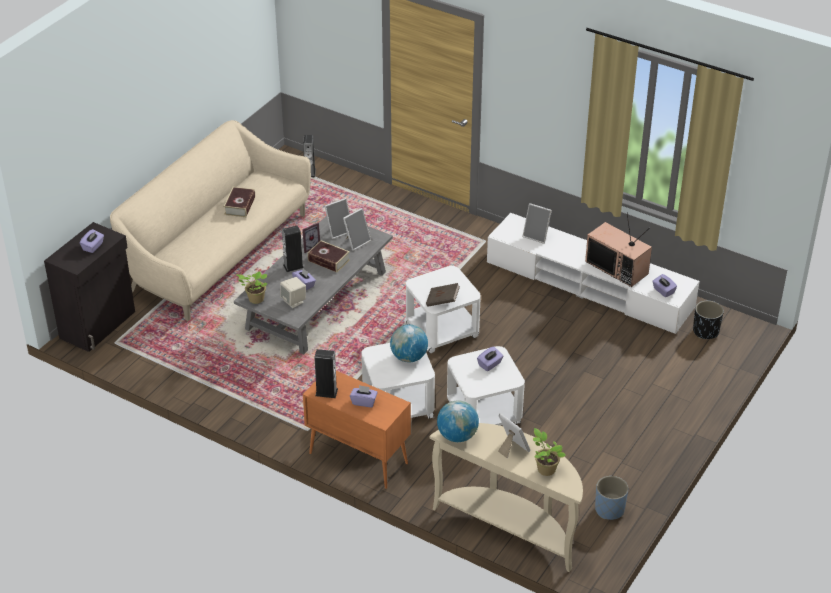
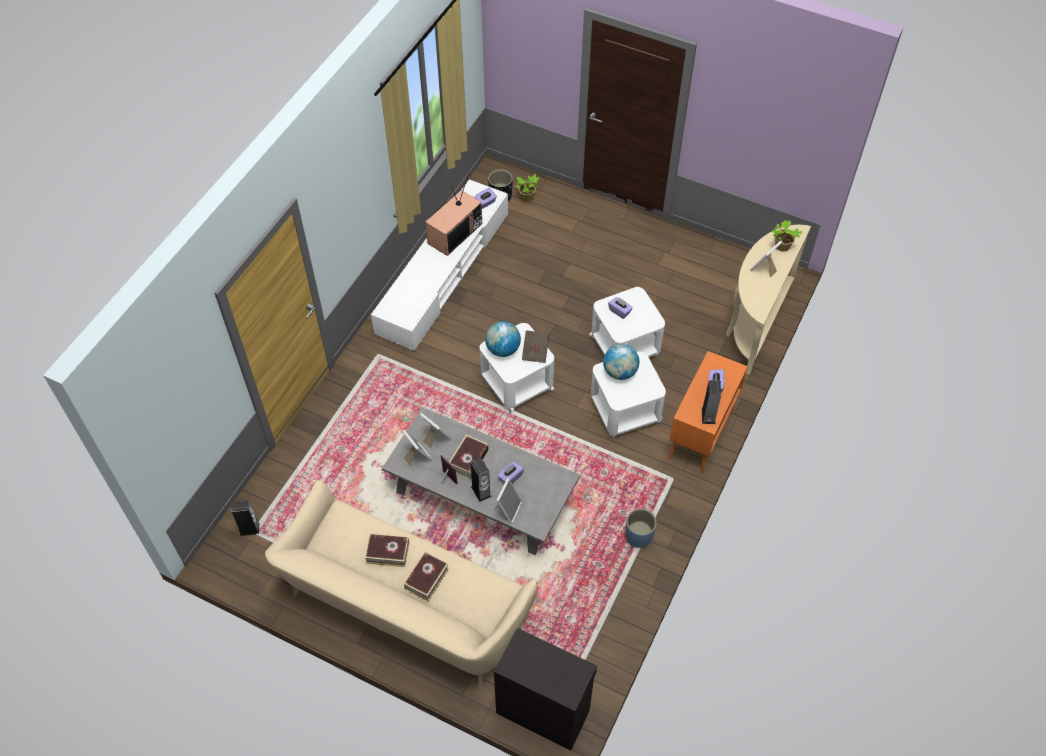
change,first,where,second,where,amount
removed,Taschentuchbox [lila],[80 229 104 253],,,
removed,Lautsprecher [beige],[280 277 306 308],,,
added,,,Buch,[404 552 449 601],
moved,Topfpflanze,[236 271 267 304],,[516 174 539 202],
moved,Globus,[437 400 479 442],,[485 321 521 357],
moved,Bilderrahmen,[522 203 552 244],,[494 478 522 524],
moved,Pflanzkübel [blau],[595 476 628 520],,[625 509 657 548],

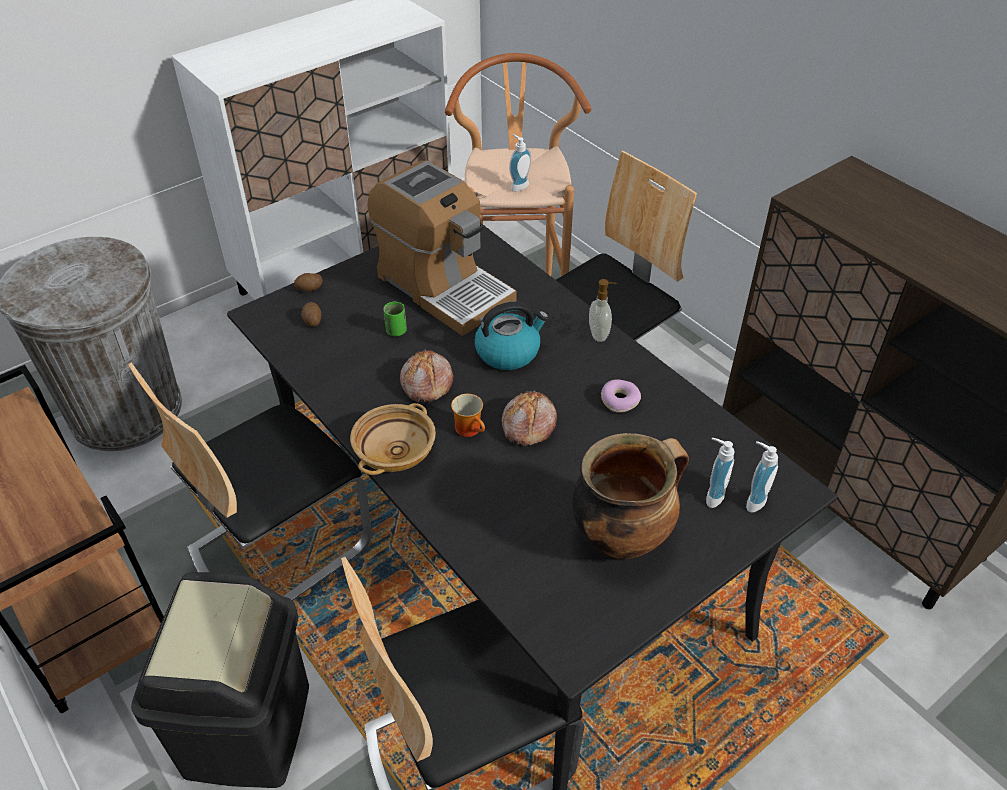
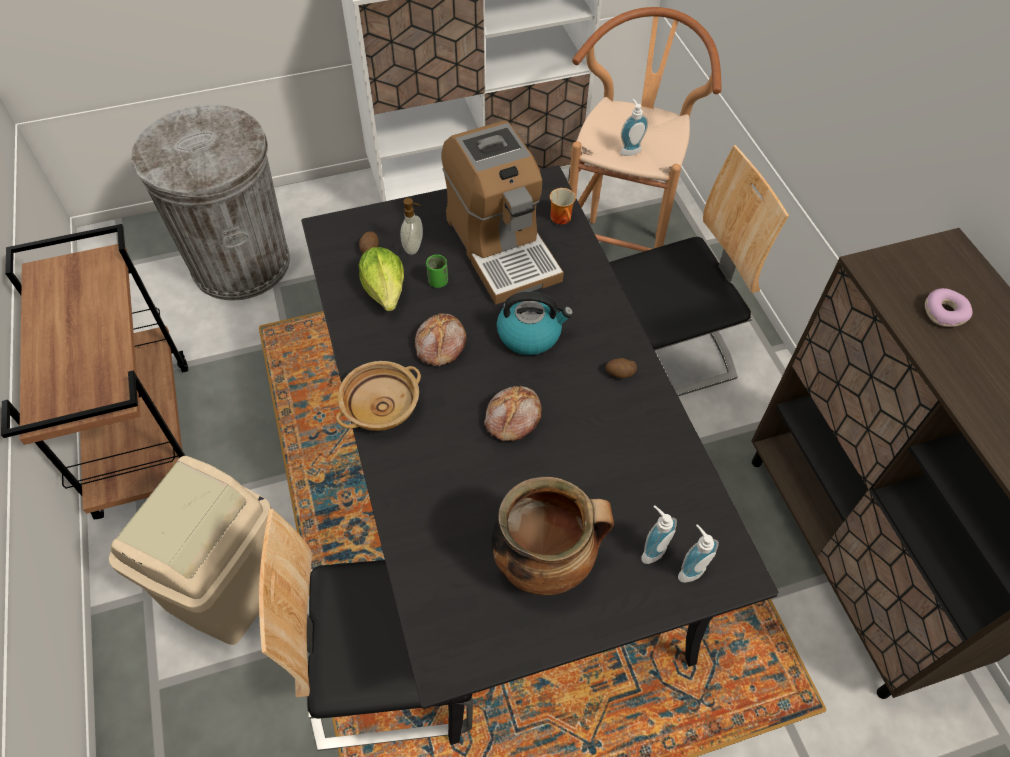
change,first,where,second,where,amount
removed,Stuhl,[128 363 372 601],,,
added,,,Salatkopf,[359 247 404 311],
moved,Kartoffel,[294 273 323 292],,[605 358 637 378],
moved,Henkelbecher,[451 394 485 437],,[550 188 576 224],
moved,Seifenspender,[589 279 617 342],,[400 198 423 255],
moved,Donut,[601 379 641 413],,[925 288 972 327],
recoloured,Mülleimer [schwarz],[131 572 309 788],Mülleimer [beige],[109 456 272 645],

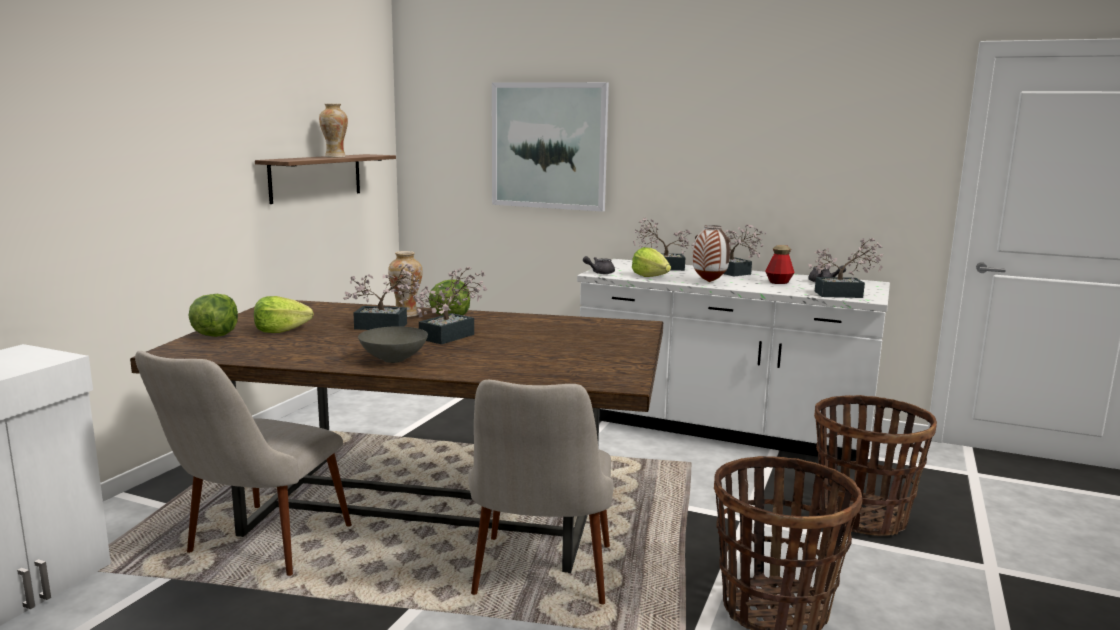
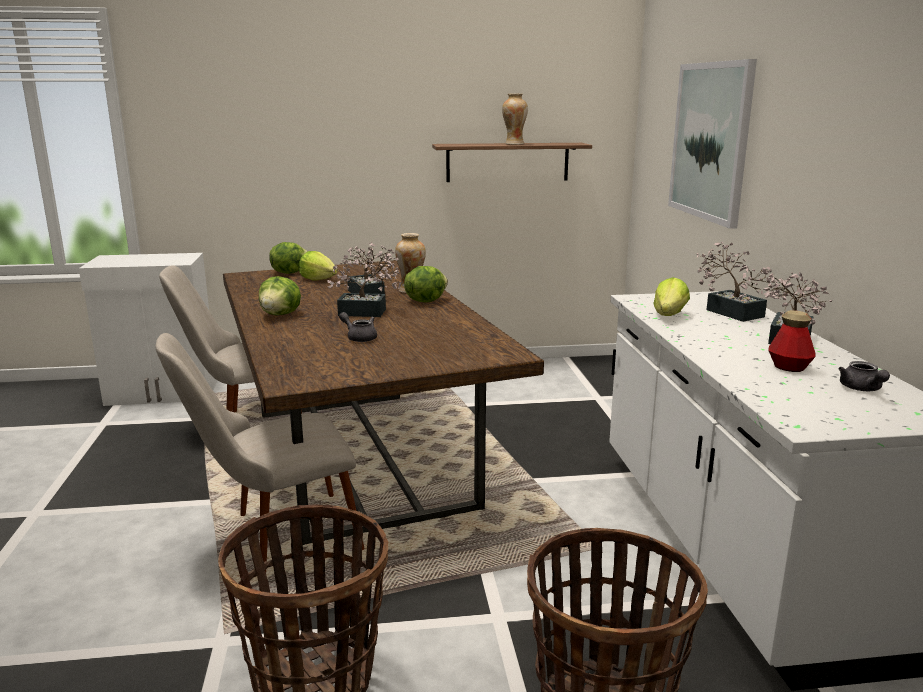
change,first,where,second,where,amount
removed,Vase,[693 225 730 282],,,
removed,Topfpflanze,[808 238 884 298],,,
moved,Teekanne [grau],[583 256 615 274],,[339 312 377 342],
replaced,Schüssel [grau],[358 326 428 363],Salatkopf,[259 276 301 315],

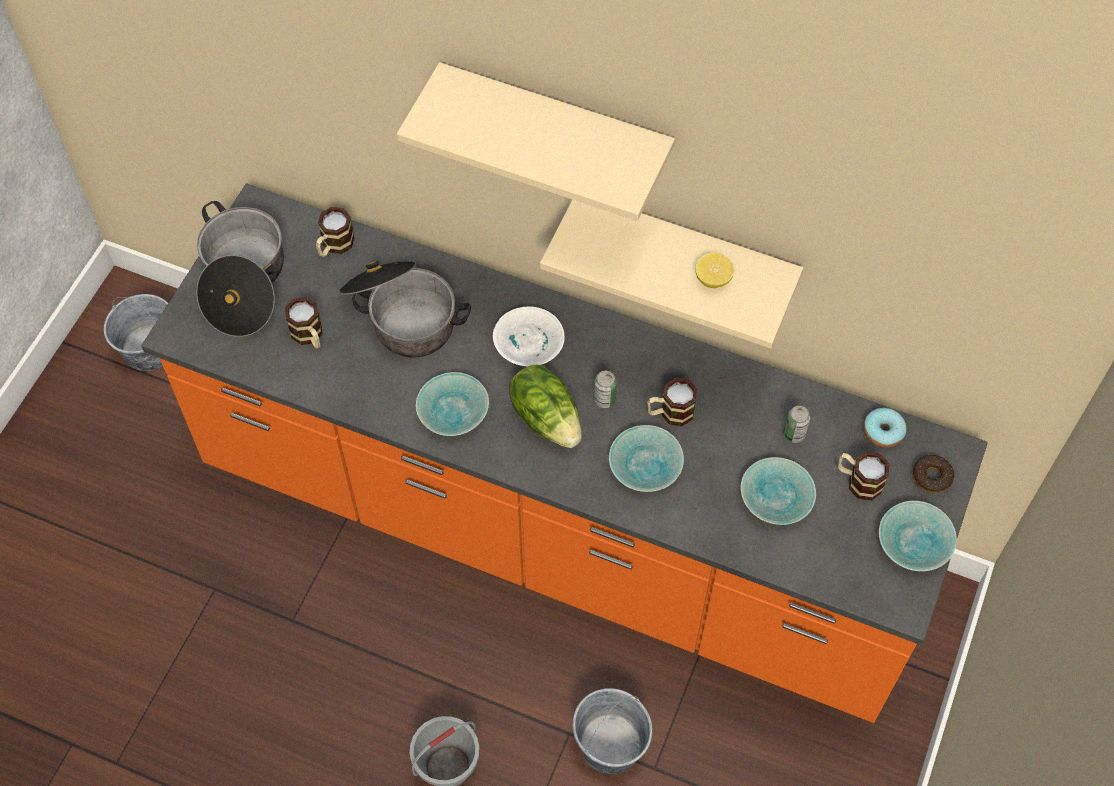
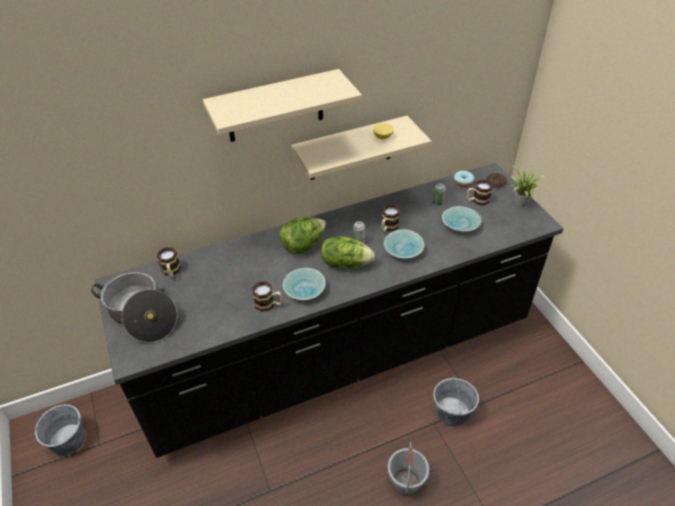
change,first,where,second,where,amount
removed,Kochtopf,[339 261 471 358],,,
moved,Henkelbecher,[285 297 322 349],,[252 281 282 312],
replaced,Schüssel [weiß],[493 307 565 366],Salatkopf,[279 217 326 254],
replaced,Schüssel [türkis],[879 501 957 571],Topfpflanze,[510 166 546 207],
recoloured,Küchenzeile [orange],[141 183 988 723],Küchenzeile [schwarz],[95 163 564 458],

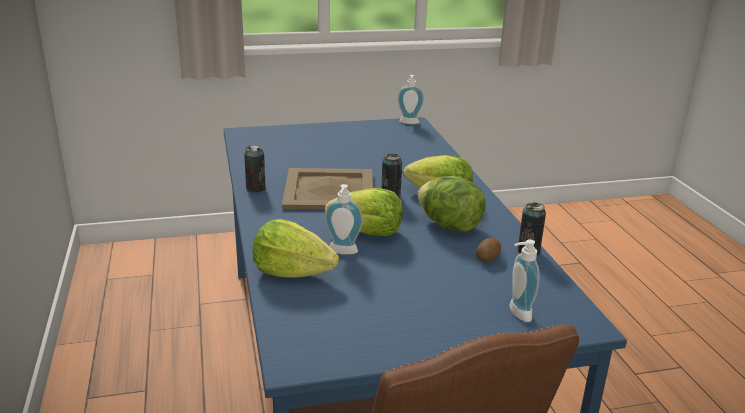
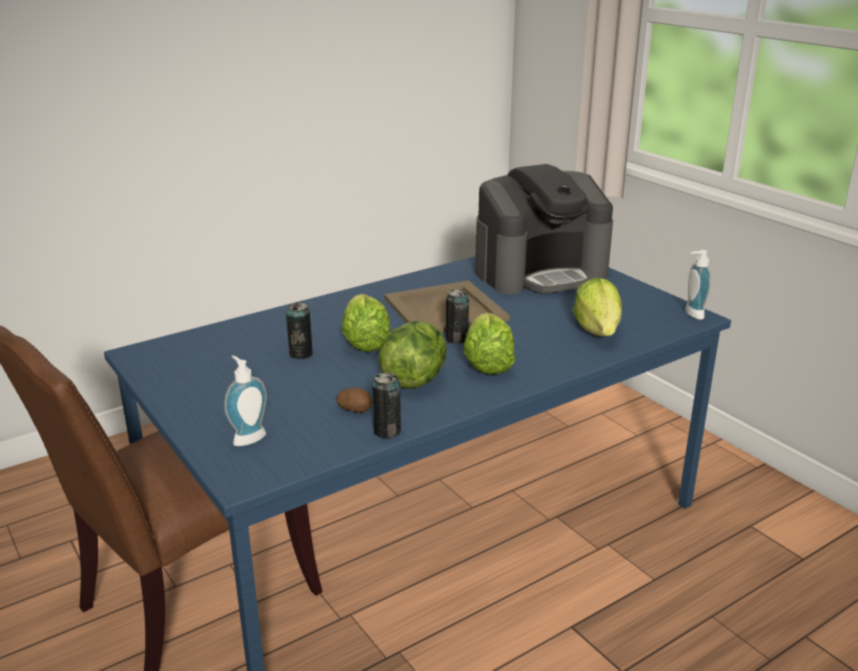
change,first,where,second,where,amount
removed,Seifenspender,[325 184 363 254],,,
added,,,Kaffeemaschine,[475 164 613 295],
moved,Dose,[244 145 266 193],,[286 302 313 359],
moved,Salatkopf,[253 219 339 278],,[573 277 622 336],

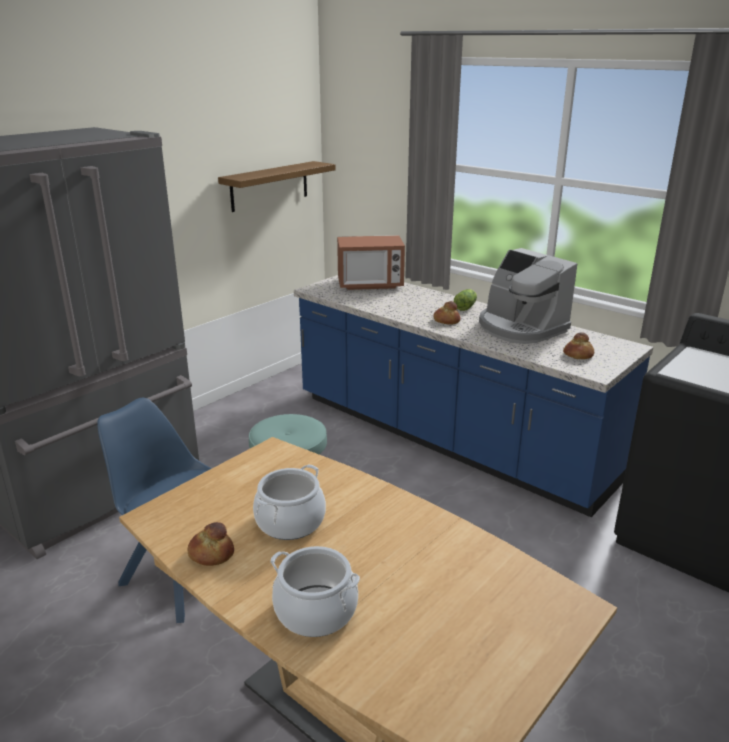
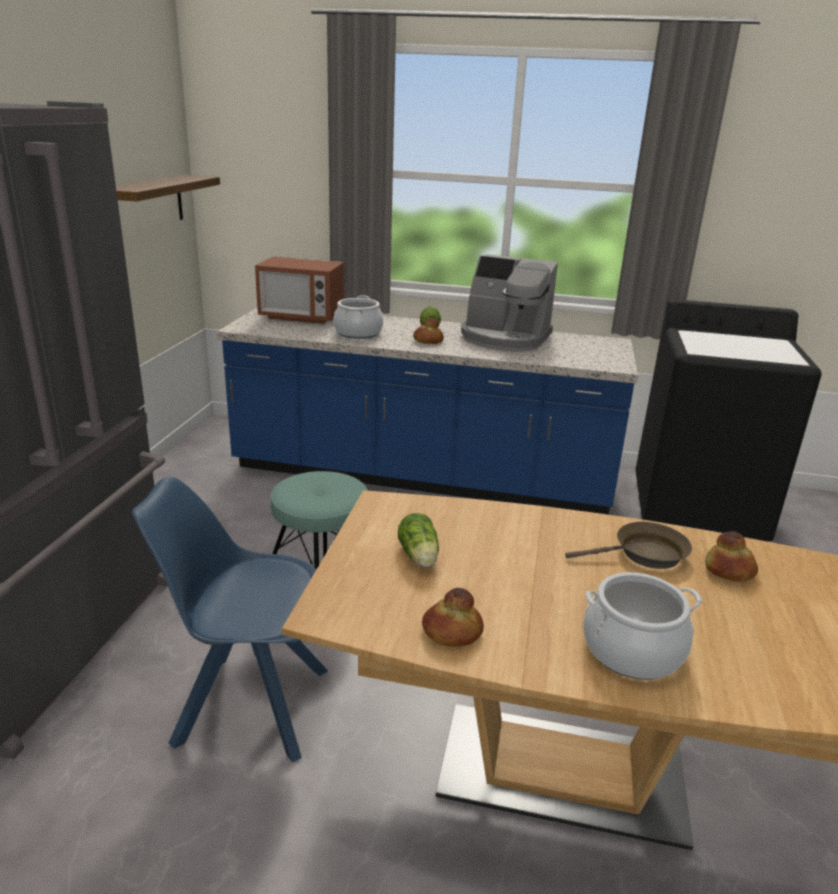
change,first,where,second,where,amount
added,,,Salatkopf,[398 513 439 567],
added,,,Pfanne [braun],[565 522 692 569],
moved,Kochtopf,[253 464 326 540],,[333 295 383 339],
moved,Brot,[563 332 594 359],,[705 531 758 582],
turned,Mikrowelle,[337 235 405 290],,[255 256 344 324],45 degrees clockwise

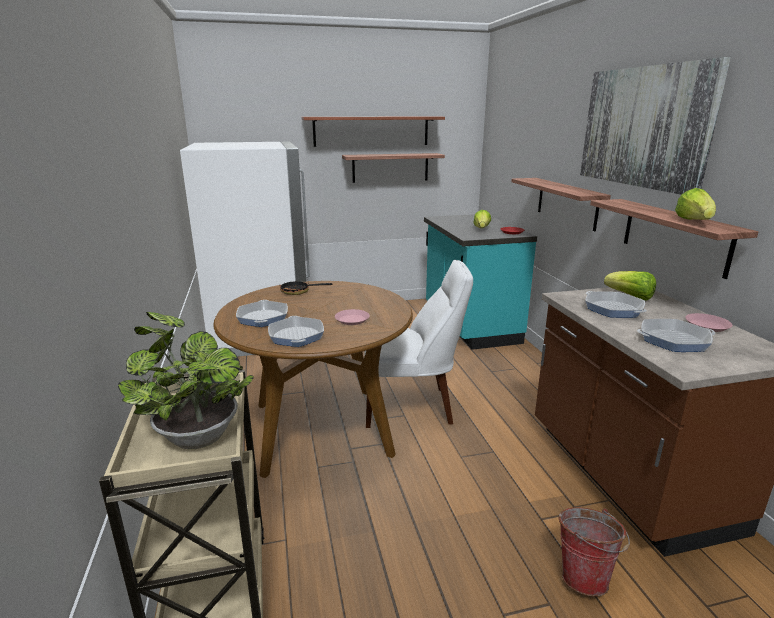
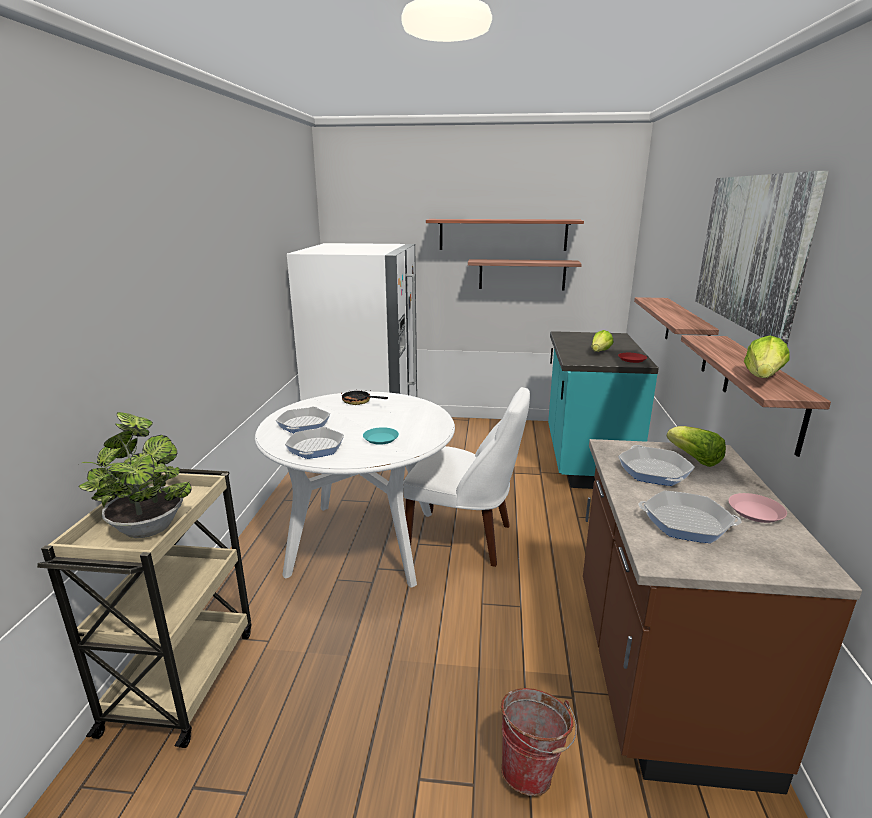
change,first,where,second,where,amount
recoloured,Esstisch [braun],[213 281 413 478],Esstisch [weiß],[255 392 455 588],
recoloured,Teller [rosa],[335 309 370 325],Teller [türkis],[363 427 399 445],

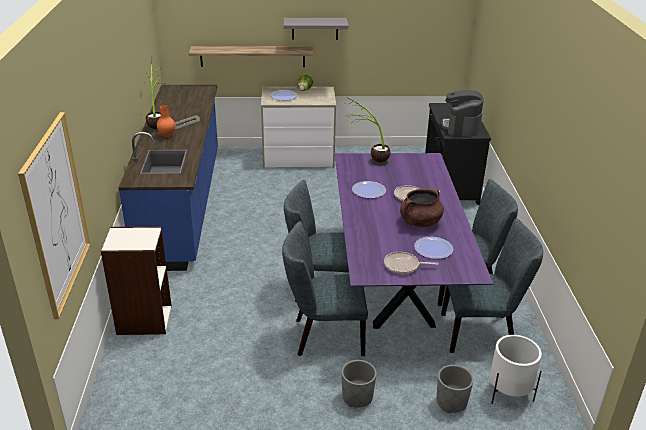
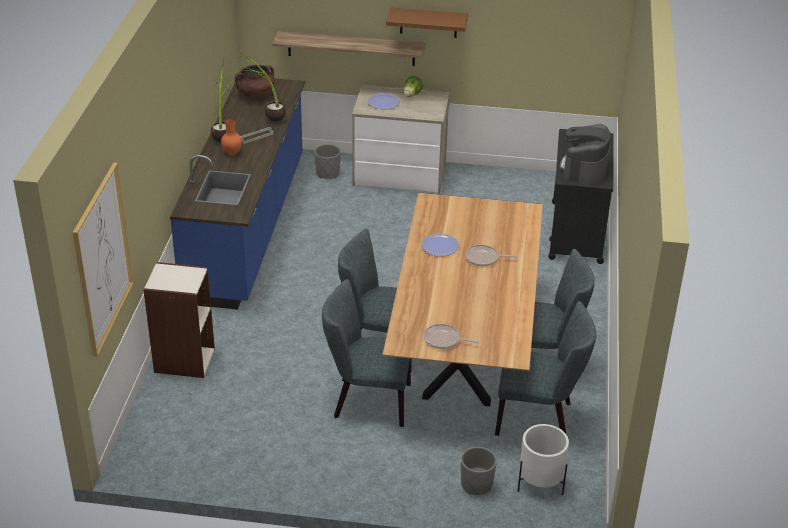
change,first,where,second,where,amount
removed,Teller,[414 237 453 259],,,
moved,Pflanzkübel [grau],[342 360 376 408],,[314 144 341 179],
moved,Topfpflanze,[346 97 391 166],,[235 51 286 125],
moved,Kochtopf [braun],[400 189 444 227],,[235 65 275 98],
recoloured,Wandregal [grau],[283 18 349 40],Wandregal [braun],[386 7 468 38],
recoloured,Esstisch [lila],[335 153 493 329],Esstisch [braun],[383 193 543 407],

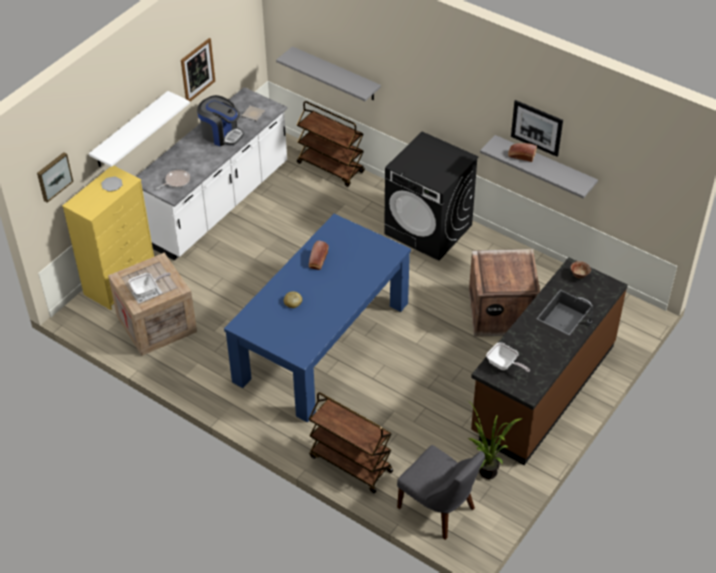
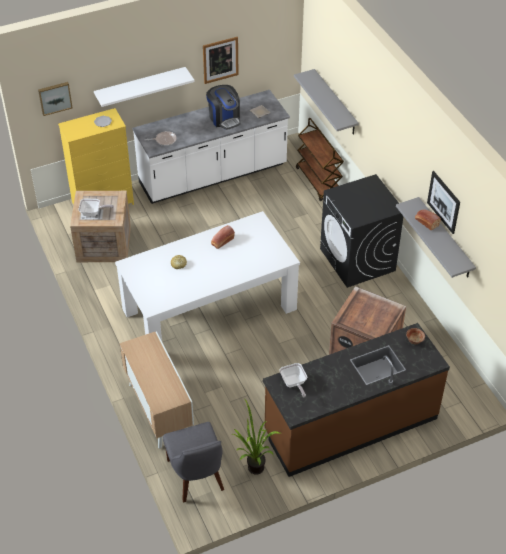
change,first,where,second,where,amount
replaced,Rollwagen [braun],[309 392 393 493],Schrank,[120 331 194 449],
recoloured,Esstisch [blau],[224 214 411 422],Esstisch [weiß],[115 211 300 341],

